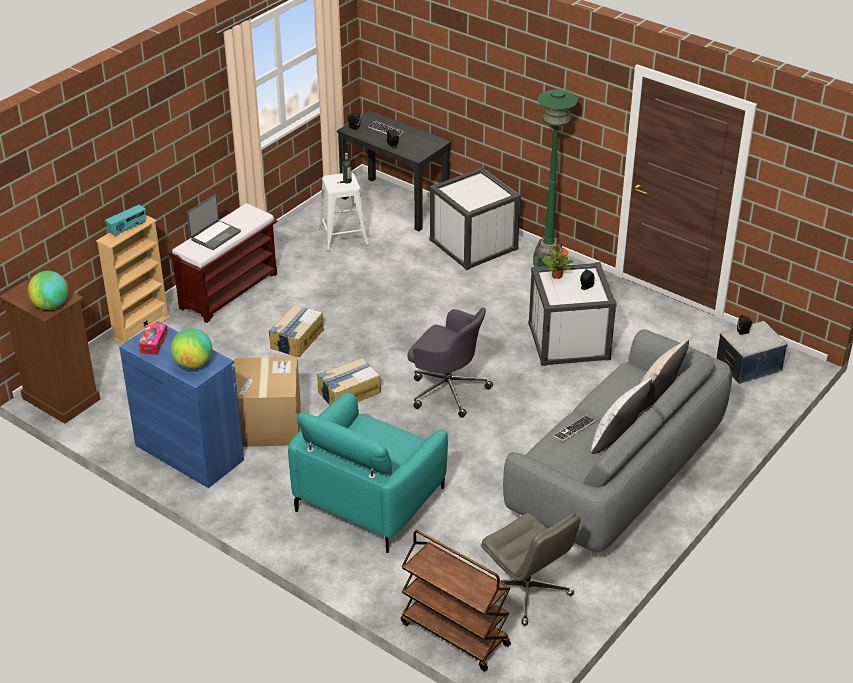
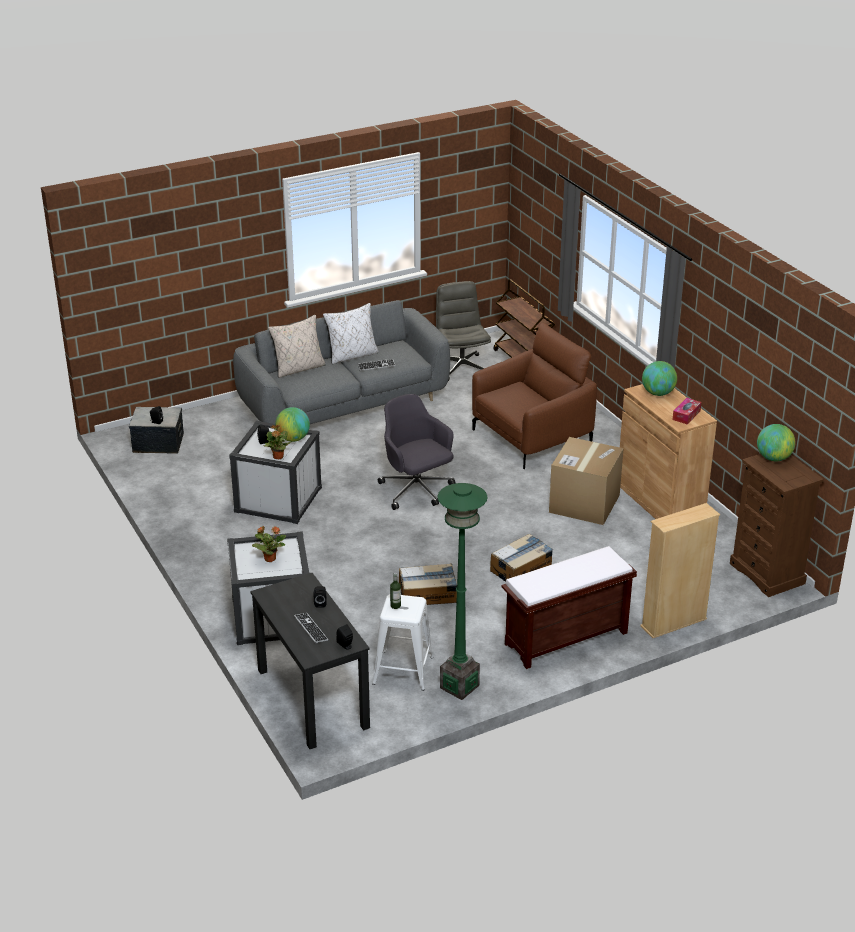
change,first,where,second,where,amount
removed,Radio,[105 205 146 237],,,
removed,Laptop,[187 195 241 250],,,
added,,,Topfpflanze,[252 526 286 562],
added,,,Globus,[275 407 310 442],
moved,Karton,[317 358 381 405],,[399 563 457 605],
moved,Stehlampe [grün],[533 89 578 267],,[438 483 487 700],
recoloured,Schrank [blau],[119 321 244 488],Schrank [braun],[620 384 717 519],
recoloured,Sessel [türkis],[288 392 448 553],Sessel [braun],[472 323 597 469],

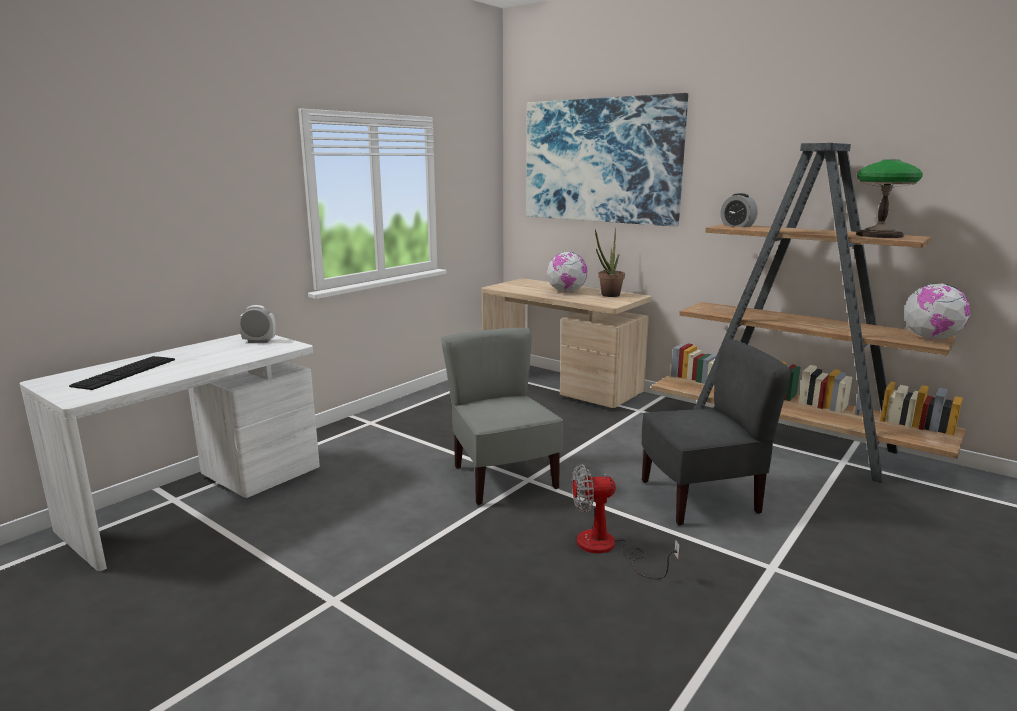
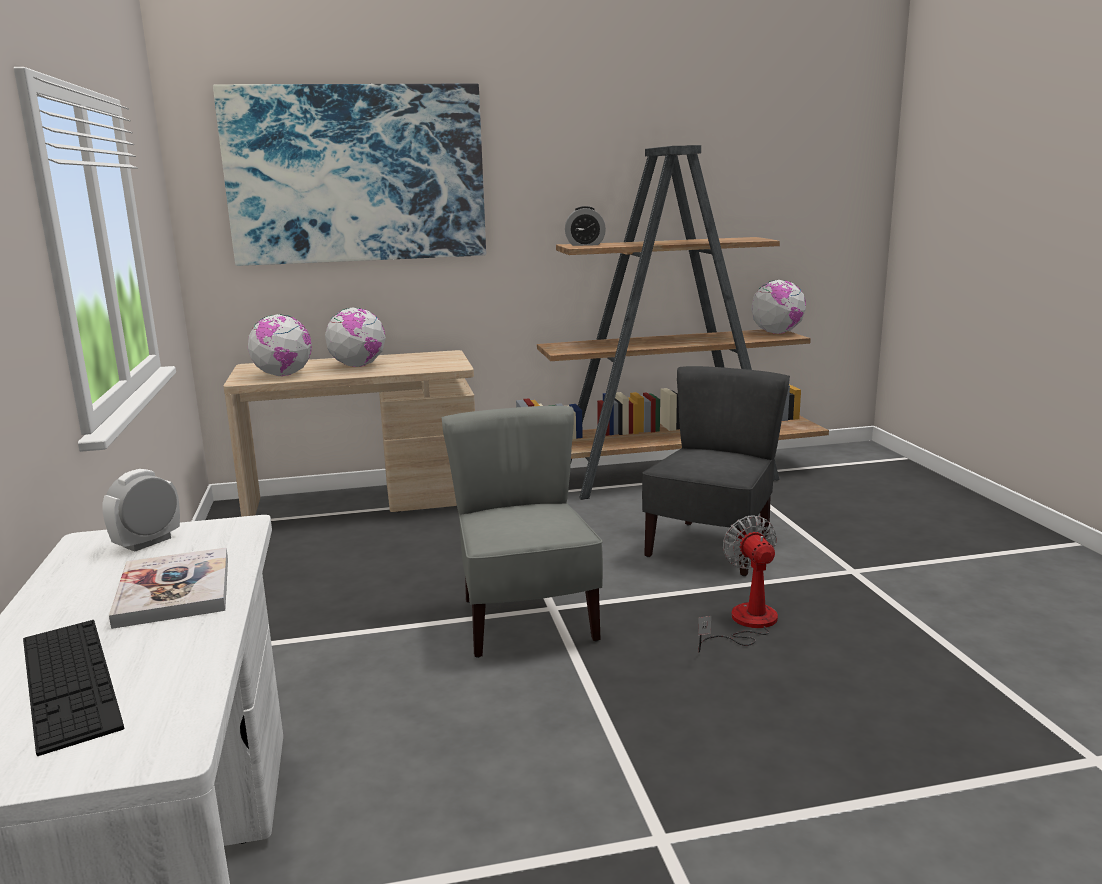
change,first,where,second,where,amount
removed,Topfpflanze,[595 227 625 297],,,
removed,Tischlampe,[856 160 923 238],,,
added,,,Buch,[109 547 228 629],
added,,,Globus,[248 314 312 376],
turned,Stuhl [grau],[441 328 563 505],,[441 406 603 658],60 degrees clockwise
turned,Ventilator,[572 464 680 579],,[698 515 778 653],135 degrees clockwise

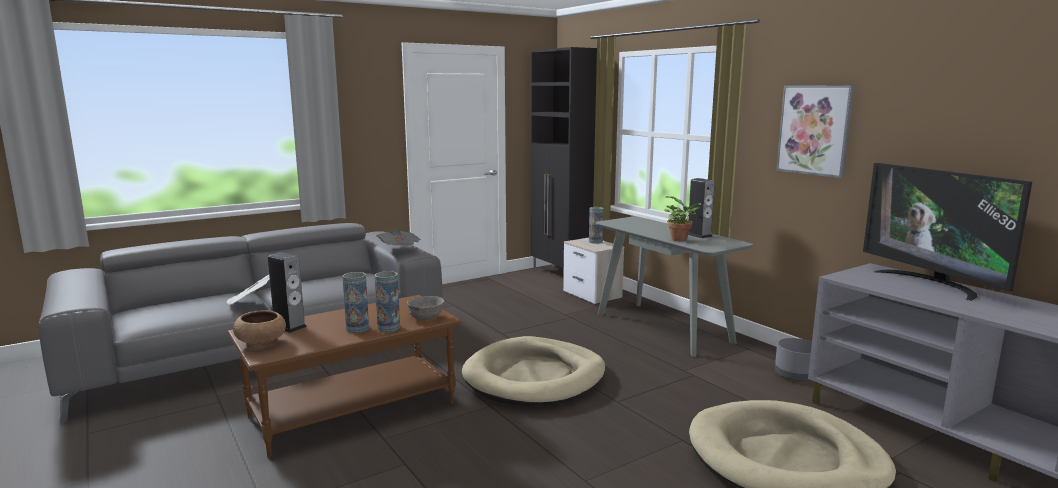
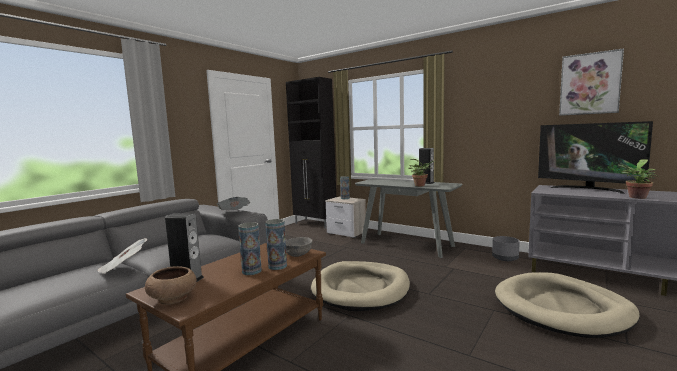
change,first,where,second,where,amount
added,,,Topfpflanze,[618 159 659 199],
moved,Bild,[776 86 854 179],,[559 48 624 116],

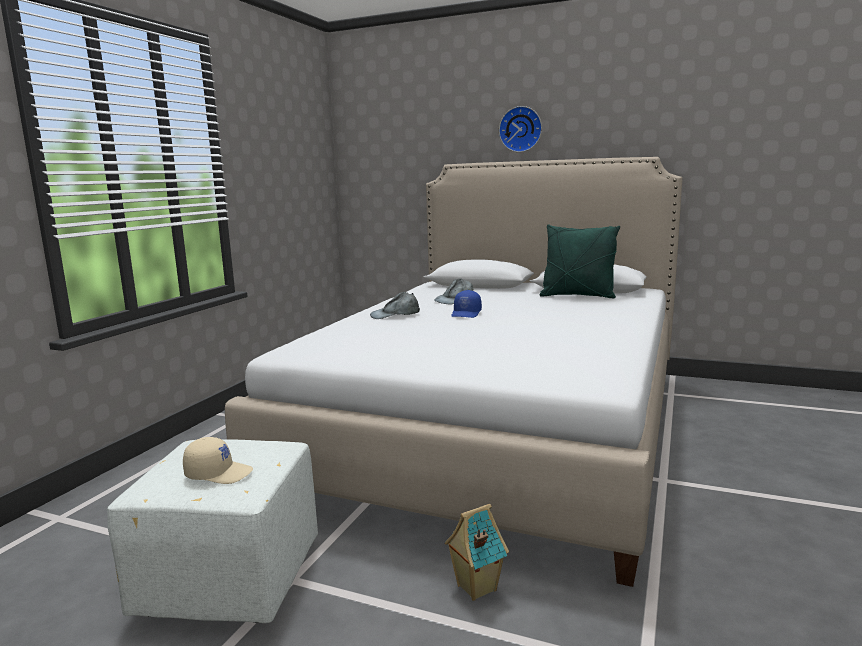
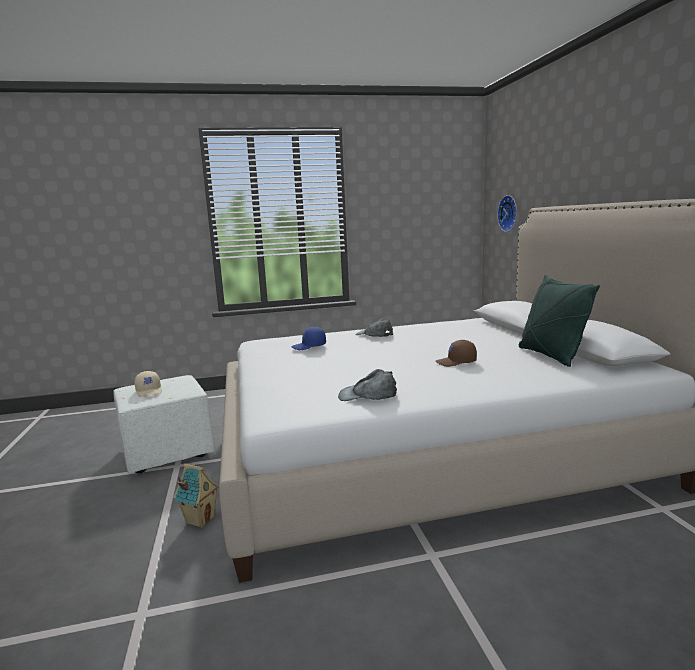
change,first,where,second,where,amount
added,,,Kappe [braun],[436 340 477 367],
moved,Kappe [grau],[434 279 473 304],,[338 369 397 401],
moved,Kappe [blau],[451 290 482 318],,[291 327 326 350],
moved,Wanduhr,[499 106 542 152],,[497 195 517 232],

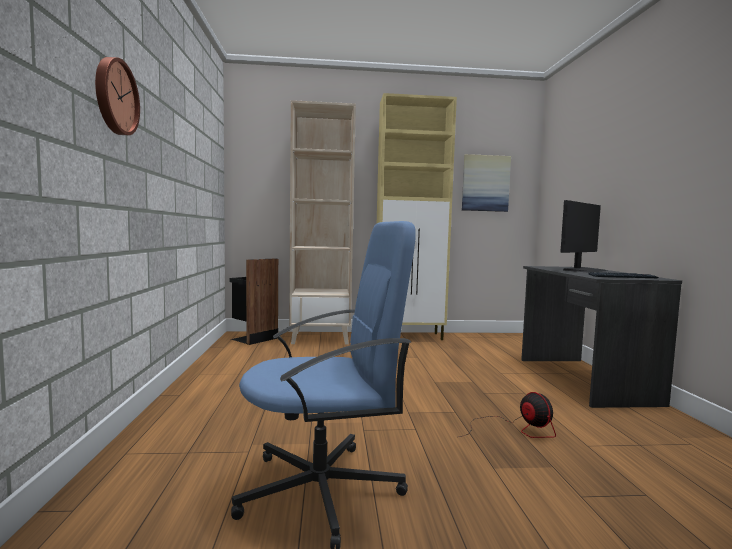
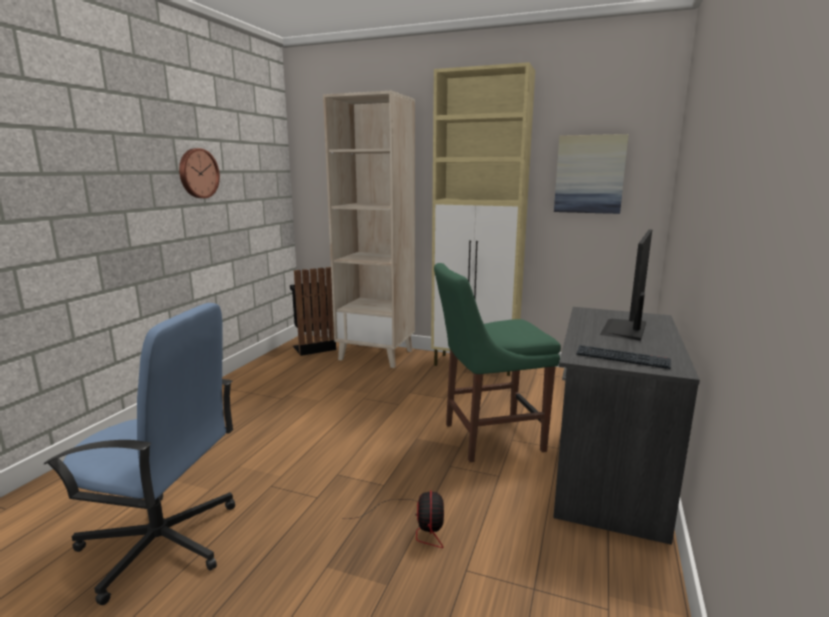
change,first,where,second,where,amount
added,,,Stuhl [grün],[434 263 561 462],
moved,Wanduhr,[95 57 140 135],,[179 148 220 198],
turned,Monitor,[560 200 607 273],,[600 229 652 341],135 degrees clockwise

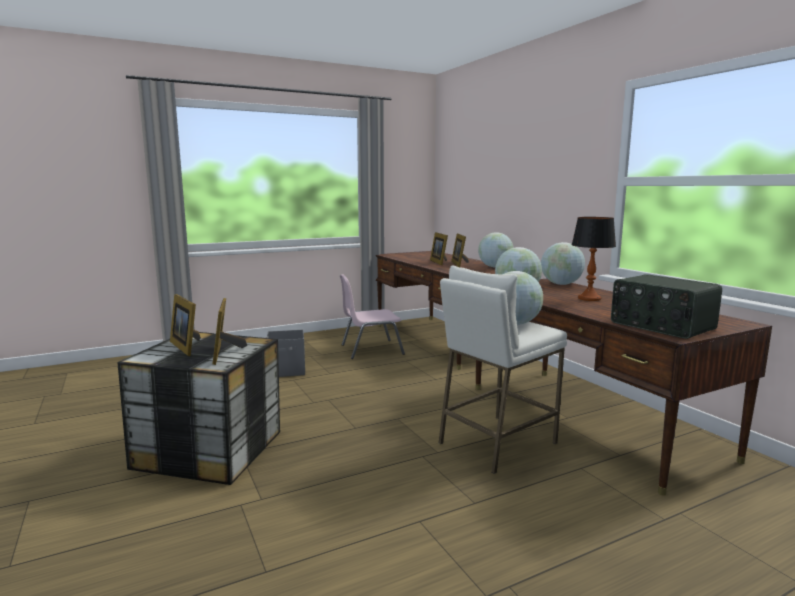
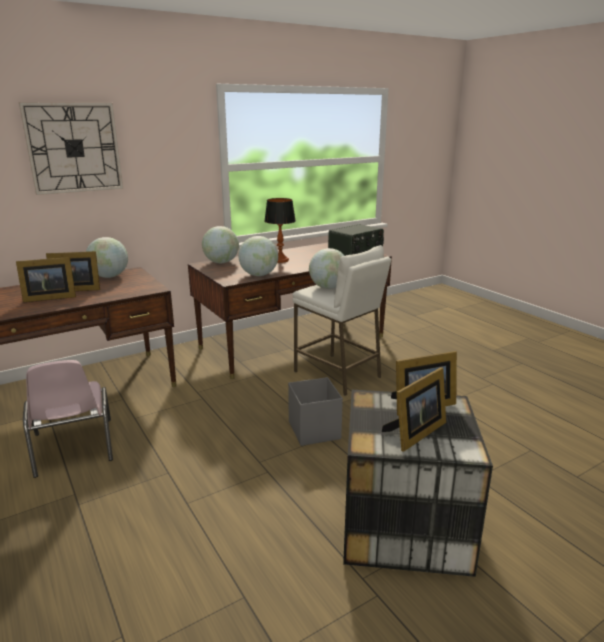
change,first,where,second,where,amount
added,,,Wanduhr,[19 102 123 195],
moved,Aufbewahrungsbox [grau],[267 330 305 377],,[288 377 343 446],

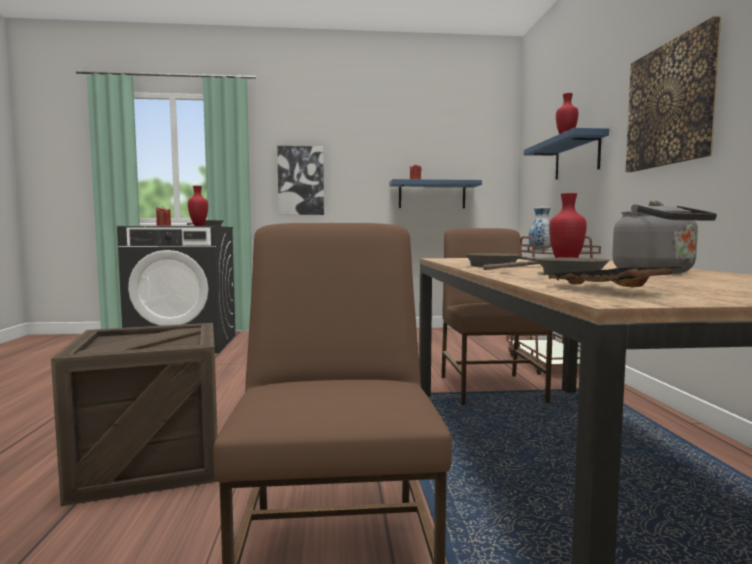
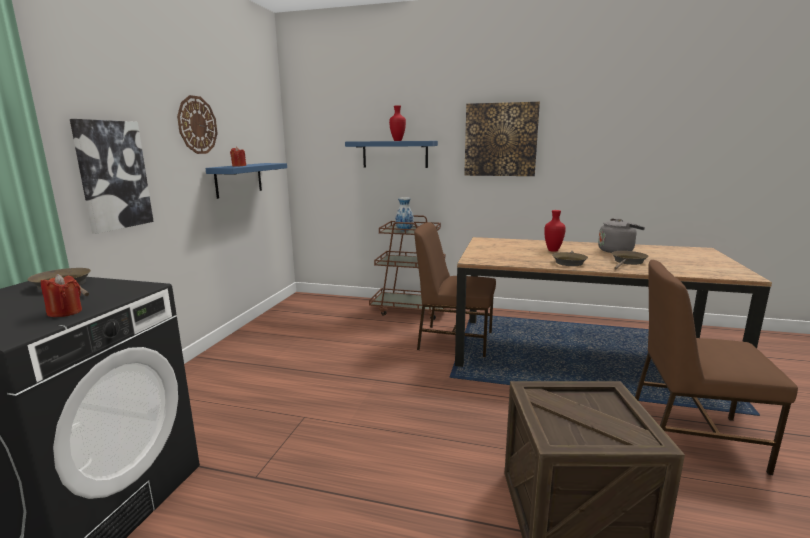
change,first,where,second,where,amount
removed,Vase [rot],[188 186 208 226],,,
removed,Tablett [schwarz],[545 267 681 288],,,
added,,,Wanduhr,[177 95 218 154],

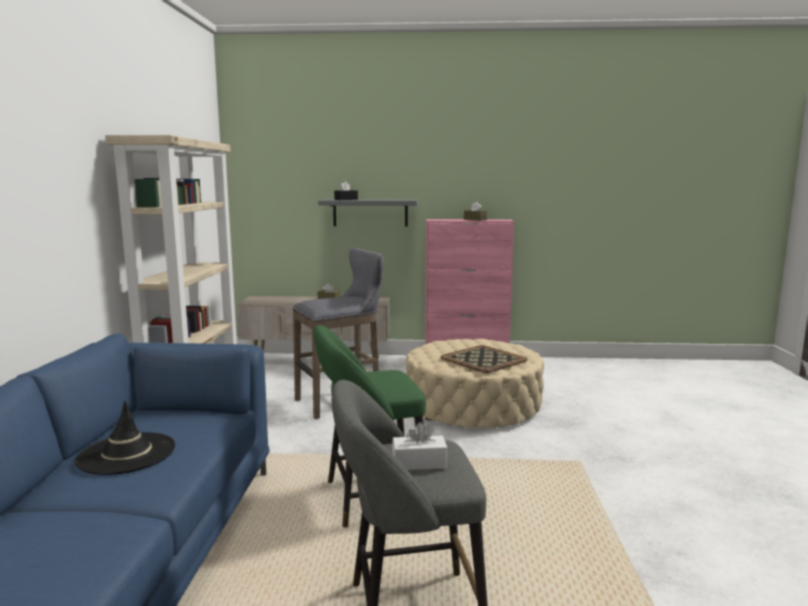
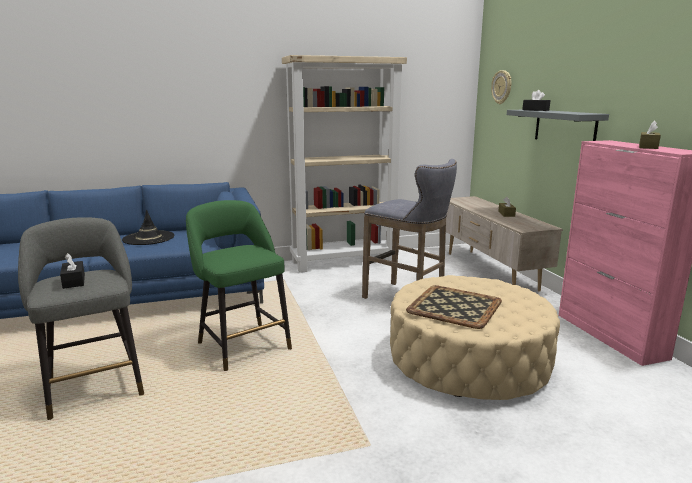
change,first,where,second,where,amount
added,,,Wanduhr,[491 70 511 104],
recoloured,Taschentuchbox [weiß],[392 422 447 470],Taschentuchbox [schwarz],[60 253 85 289],

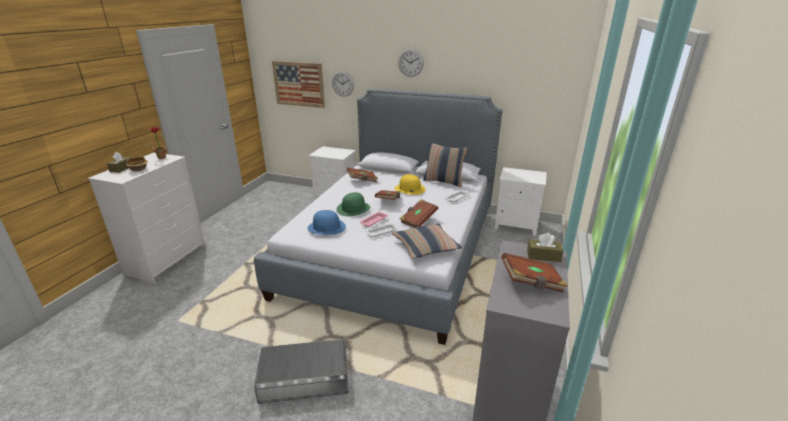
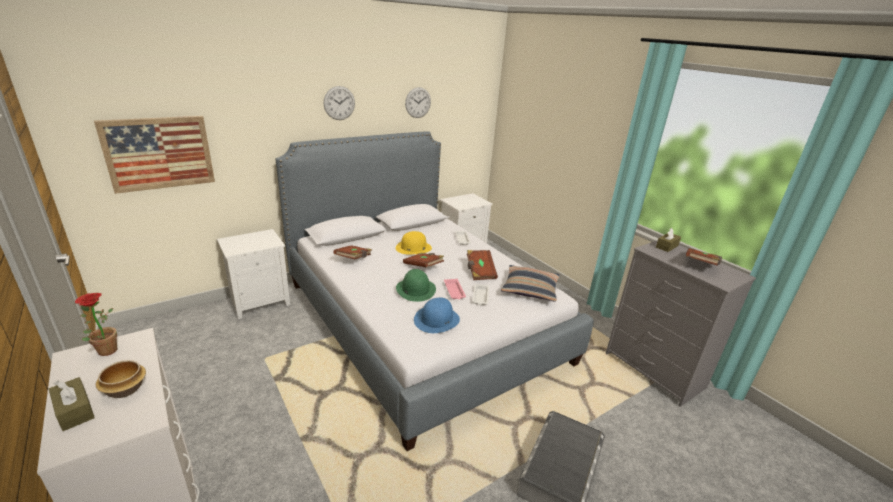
change,first,where,second,where,amount
removed,Kissen,[423 143 467 187],,,
moved,Wanduhr,[332 71 354 97],,[405 87 431 118],

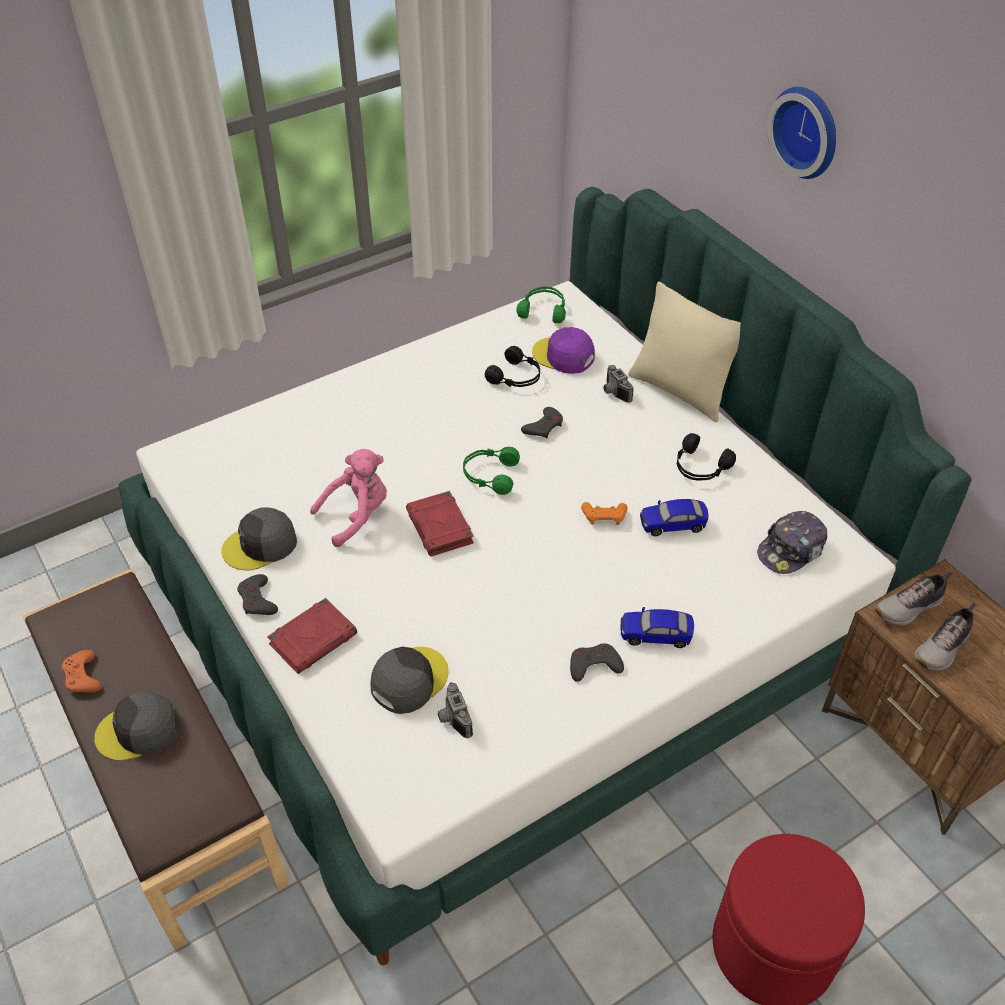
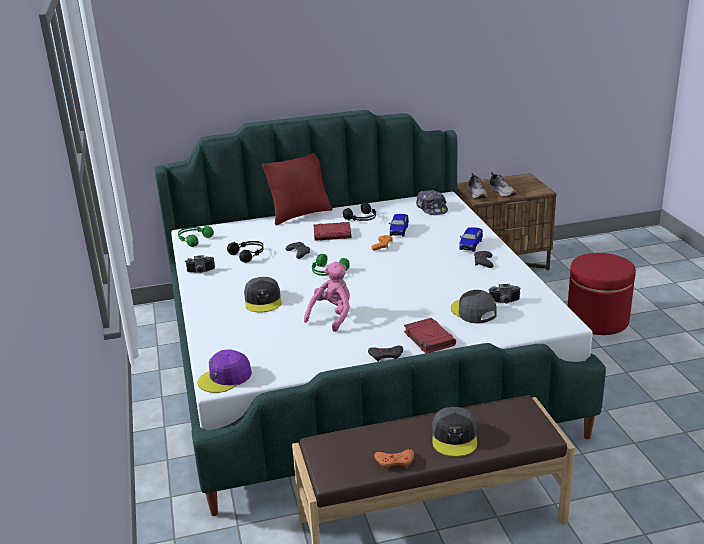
change,first,where,second,where,amount
removed,Wanduhr,[767 87 836 179],,,
moved,Kappe [grau],[221 507 297 570],,[244 277 282 312],
moved,Buch [rot],[406 491 474 556],,[313 222 352 241],
moved,Kappe [lila],[532 327 595 374],,[197 349 252 393],
moved,Kamera,[603 365 634 403],,[185 255 215 273],
recoloured,Kissen [beige],[628 281 741 422],Kissen [rot],[262 153 333 225],
turned,Plüschtier [rosa],[310 449 387 547],,[304 261 350 332],45 degrees clockwise

